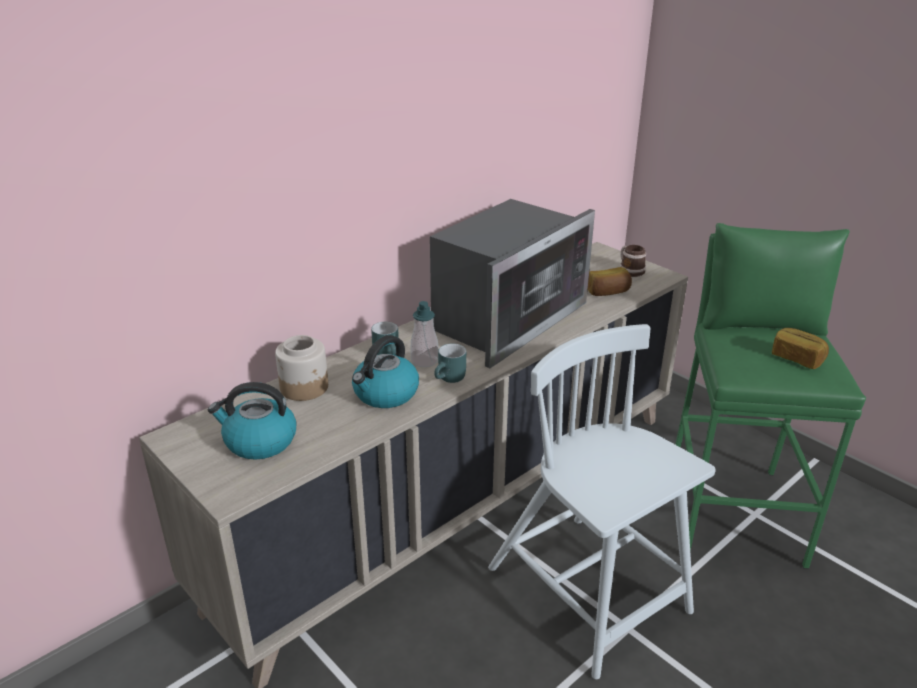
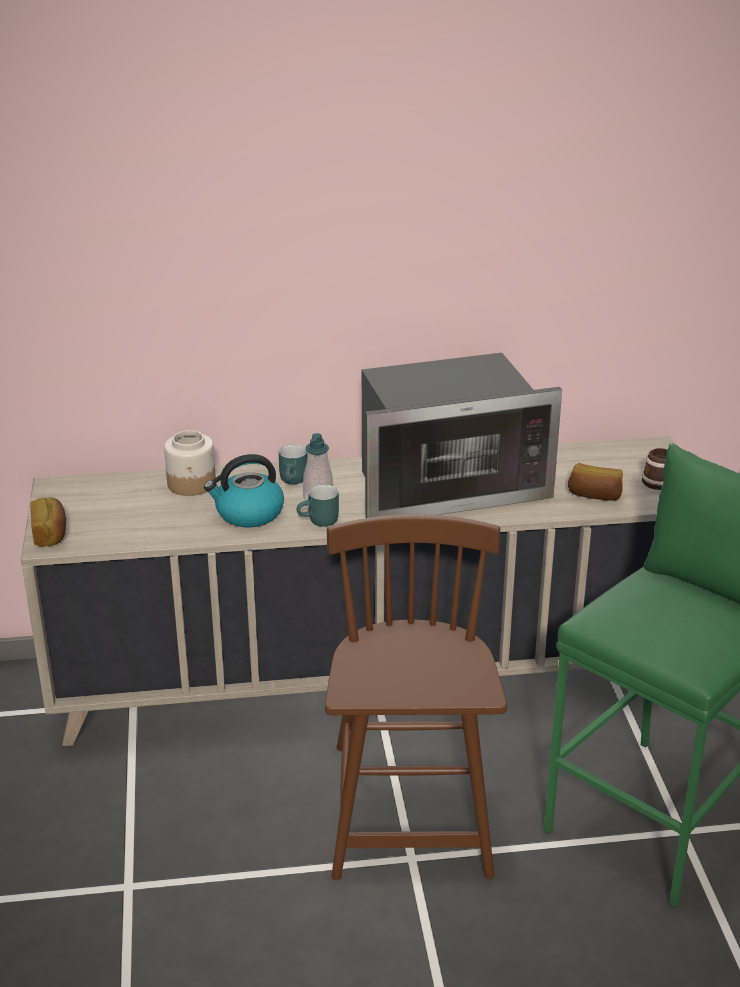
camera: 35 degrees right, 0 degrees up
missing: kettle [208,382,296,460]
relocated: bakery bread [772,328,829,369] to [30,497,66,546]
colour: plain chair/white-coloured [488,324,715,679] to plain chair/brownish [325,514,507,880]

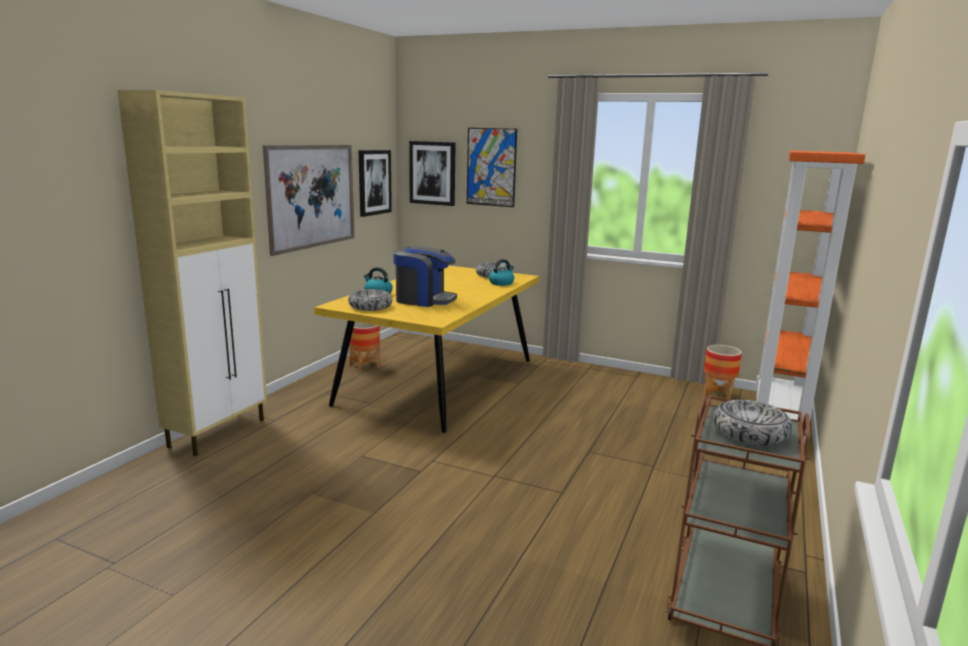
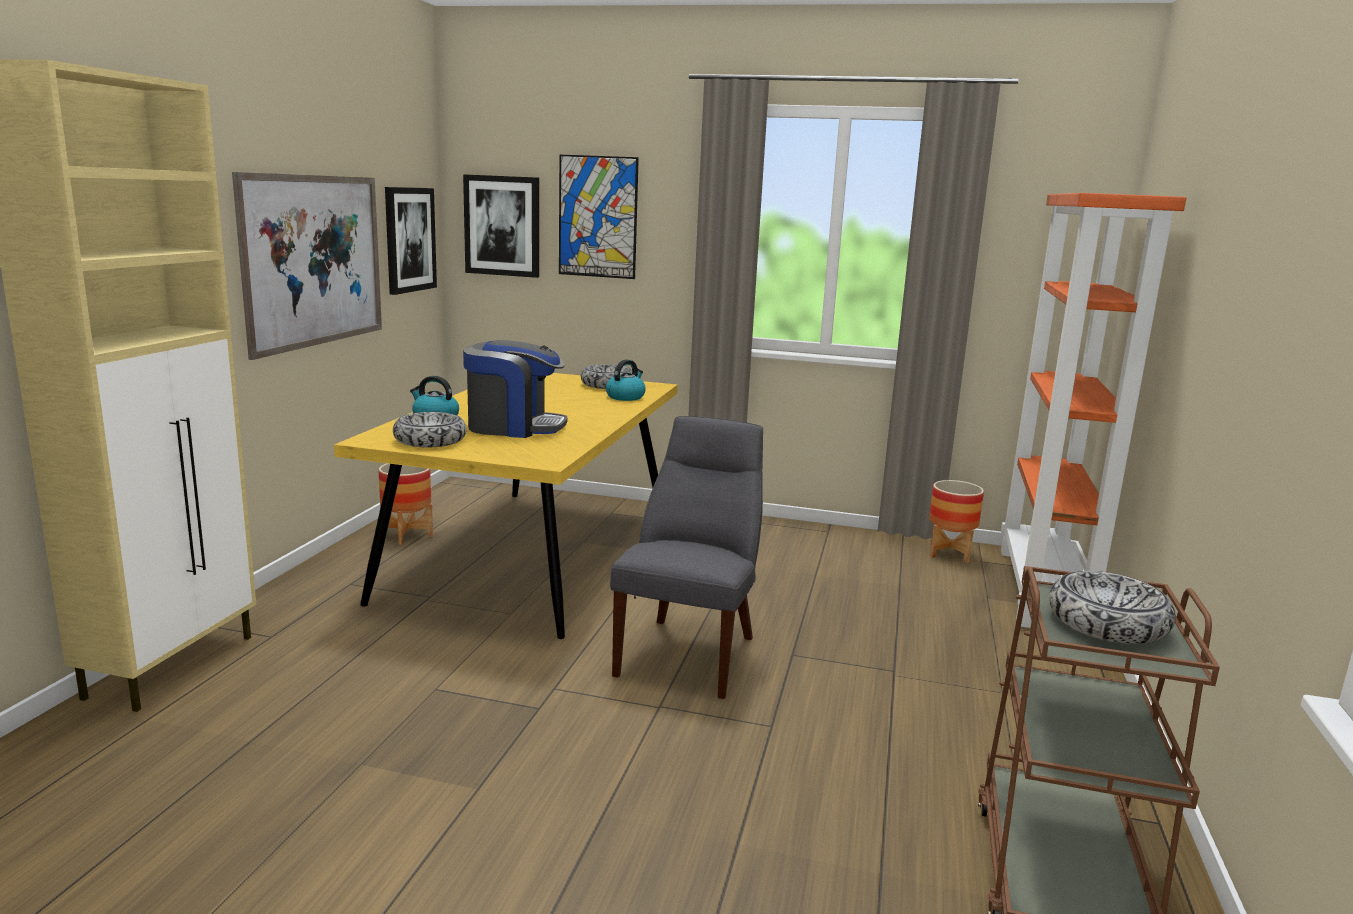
camera: 10 degrees left, 0 degrees up
appeared: plain chair/greyish [610,416,763,699]

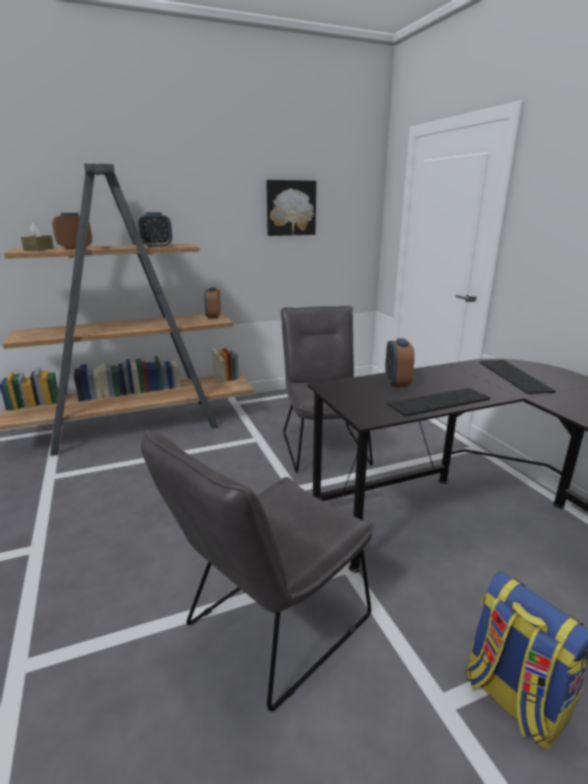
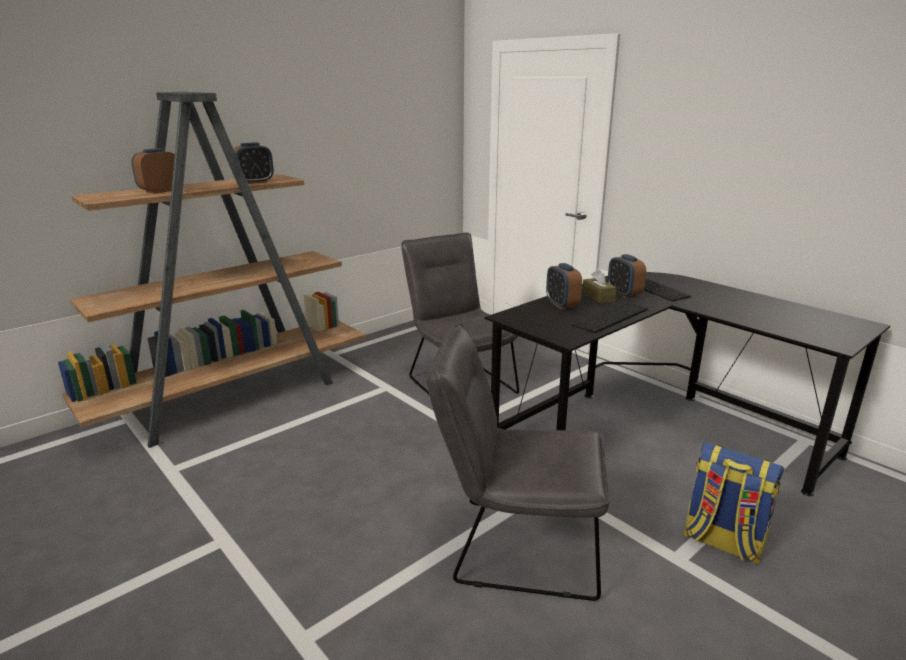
camera: 20 degrees left, 0 degrees up
missing: picture [266,180,316,236]
relocated: tissue holder/brownish [21,223,54,251] to [582,270,617,303]; alarm clock [204,287,221,318] to [608,254,646,298]
spun: plain chair/greyish [141,428,374,711] = [426,324,611,601] 75 degrees clockwise

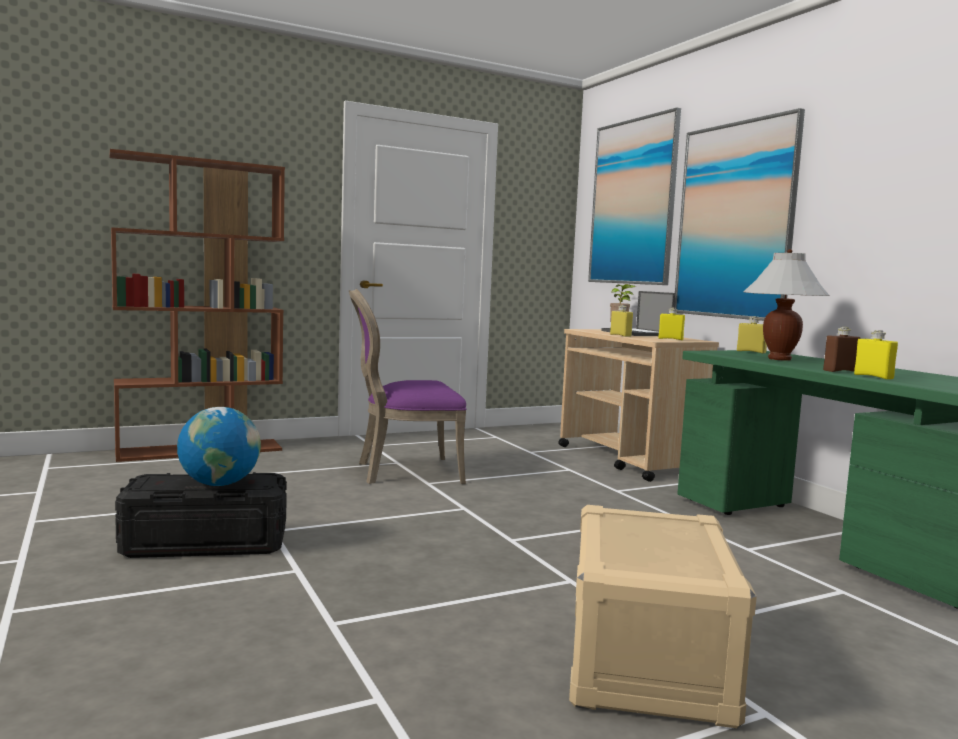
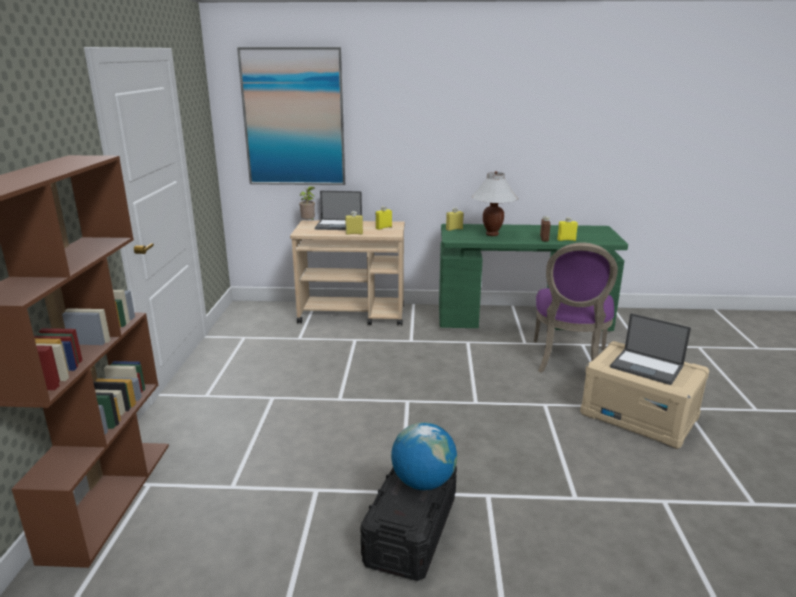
camera: 60 degrees left, 15 degrees up
missing: picture [674,108,805,321]
appeared: notebook computer [610,313,691,385]
relocated: plain chair/purplish [349,289,467,484] to [534,242,618,372]

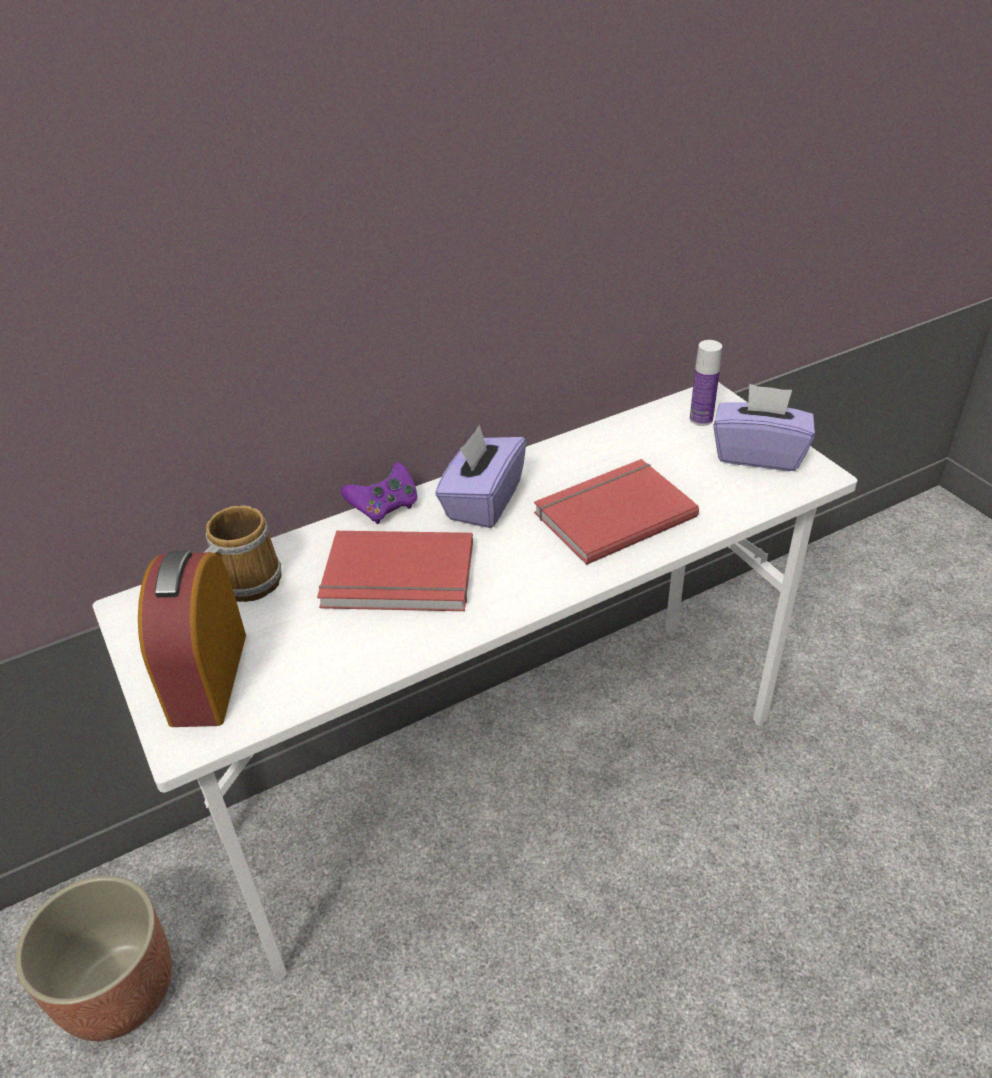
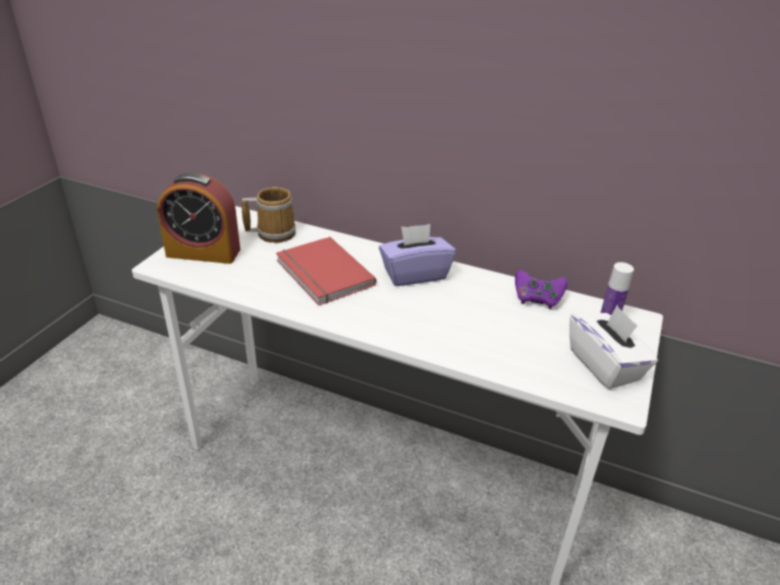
camera: 50 degrees right, 5 degrees down
missing: planter [15,876,172,1041]; bound book/red [534,459,699,565]
relocated: gamepad/purplish [341,462,418,524] to [515,270,567,309]
colour: tissue holder/purplish [713,384,815,471] to tissue holder/white-coloured [569,305,658,389]
spun: alarm clock [138,550,246,727] = [157,173,240,264] 135 degrees counterclockwise

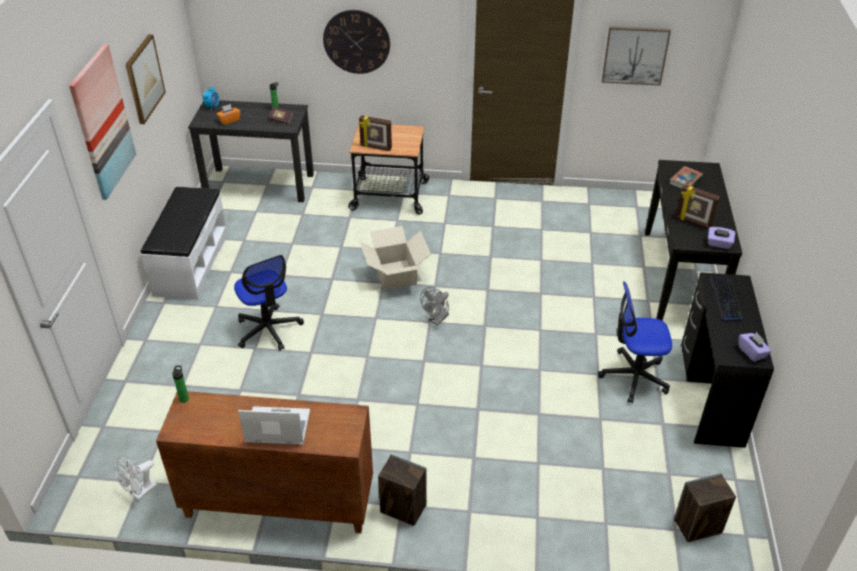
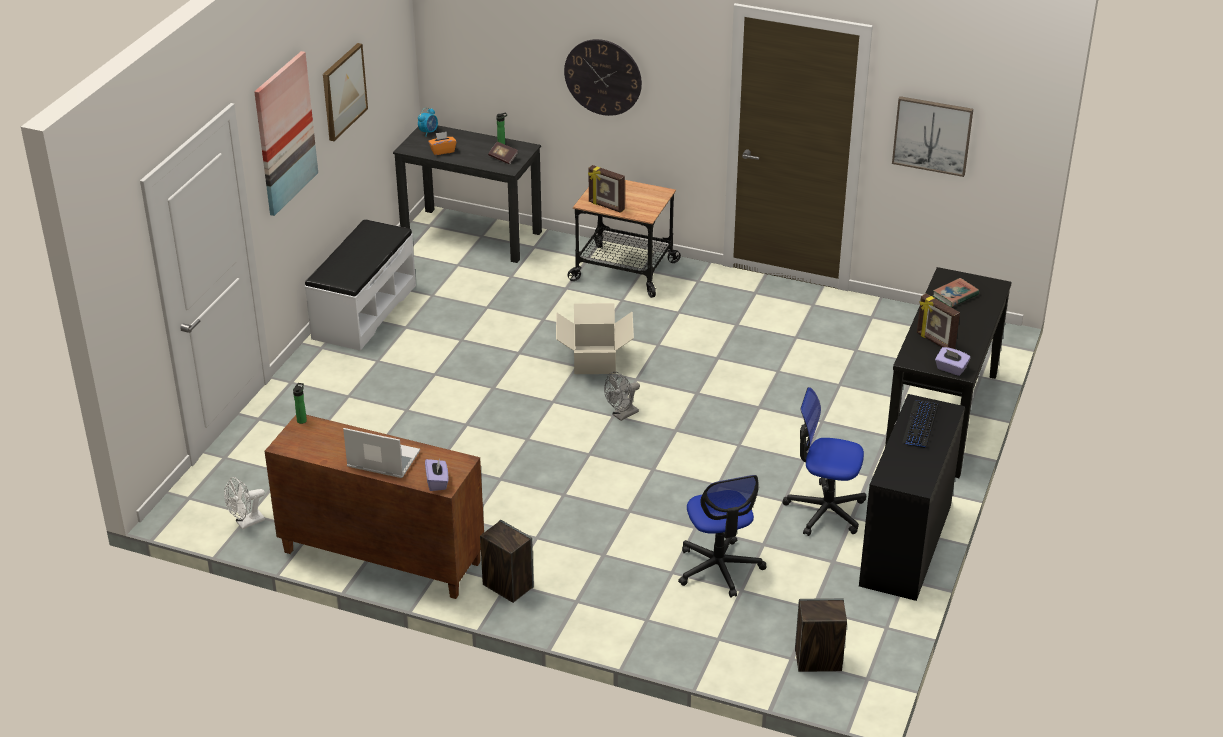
camera: 15 degrees right, 5 degrees down
relocated: computer chair [234,255,304,350] to [678,475,766,597]; tissue holder/purplish [739,331,771,362] to [425,458,448,491]

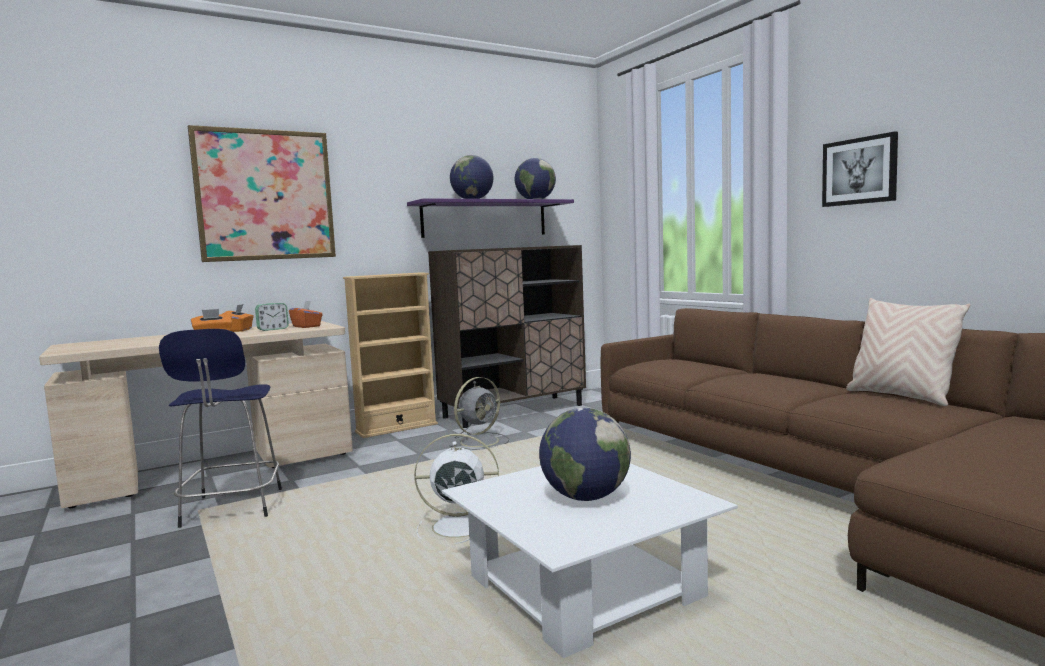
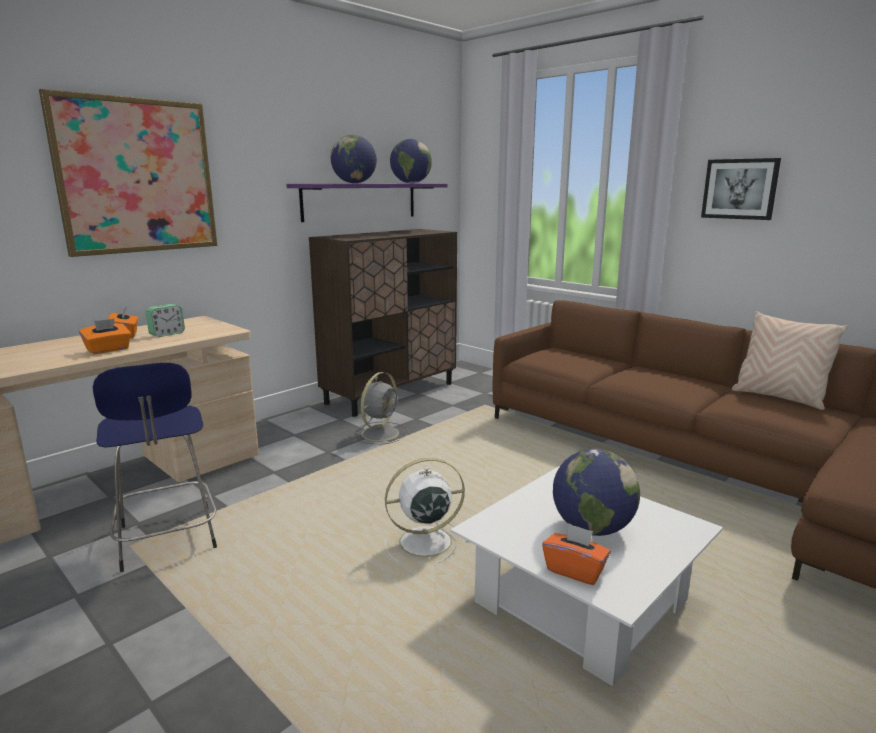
camera: 15 degrees left, 10 degrees up
missing: bookshelf/beige [343,273,438,438]
relocated: tissue holder/orange-coloured [289,301,323,328] to [542,523,611,585]

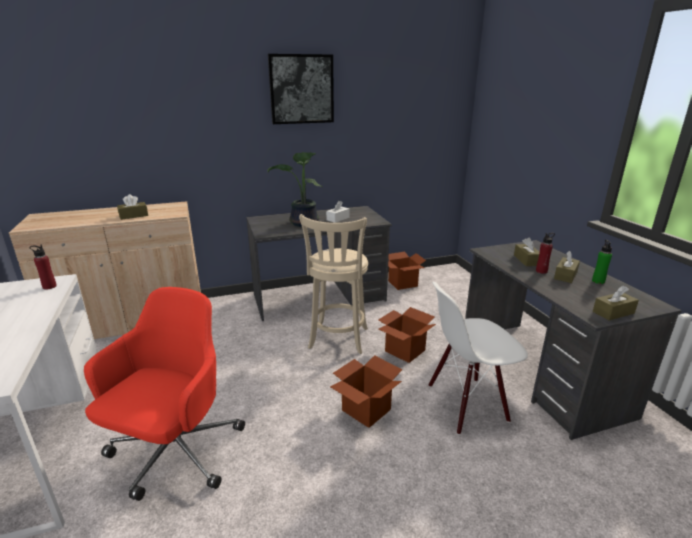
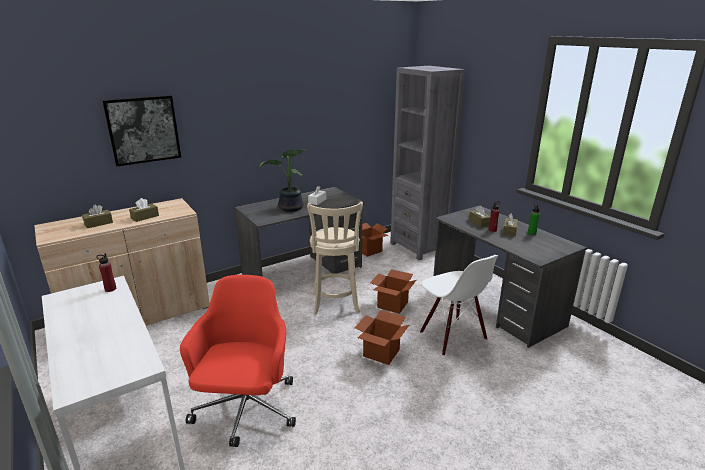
camera: 15 degrees left, 0 degrees up
appeared: bookshelf/greyish [390,66,465,260]
relocated: picture [268,54,334,124] to [102,95,181,167]; tissue holder/brownish [593,286,639,320] to [82,205,113,228]
spun: plain chair/white-coloured [429,282,528,435] = [420,255,498,356] 90 degrees counterclockwise

